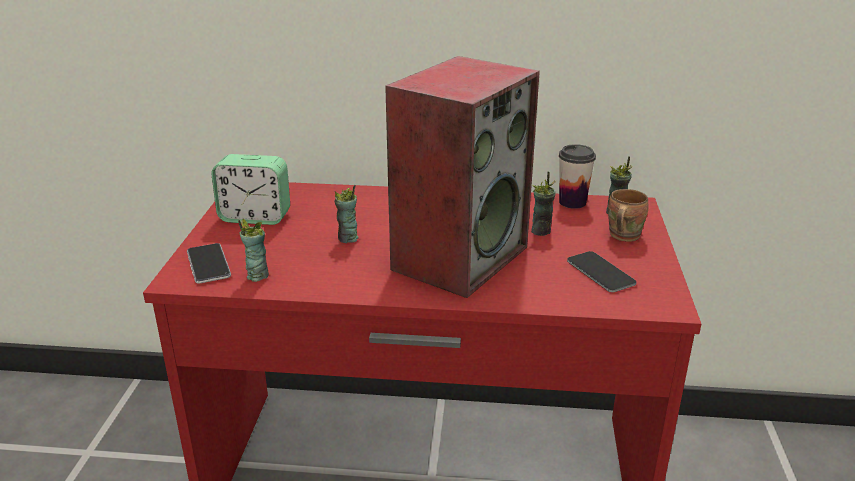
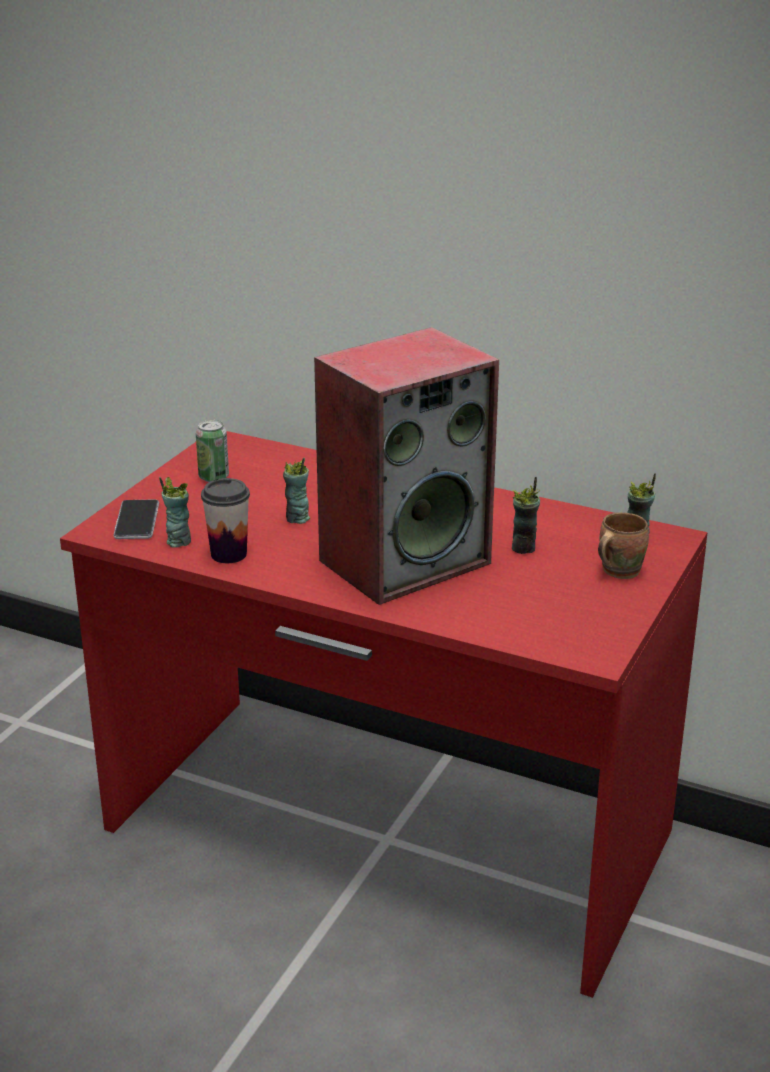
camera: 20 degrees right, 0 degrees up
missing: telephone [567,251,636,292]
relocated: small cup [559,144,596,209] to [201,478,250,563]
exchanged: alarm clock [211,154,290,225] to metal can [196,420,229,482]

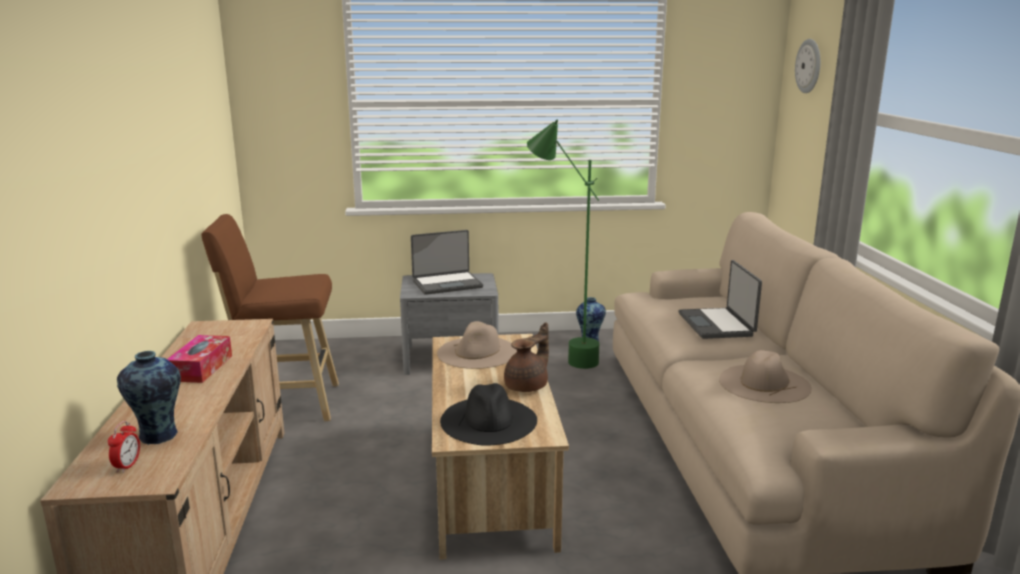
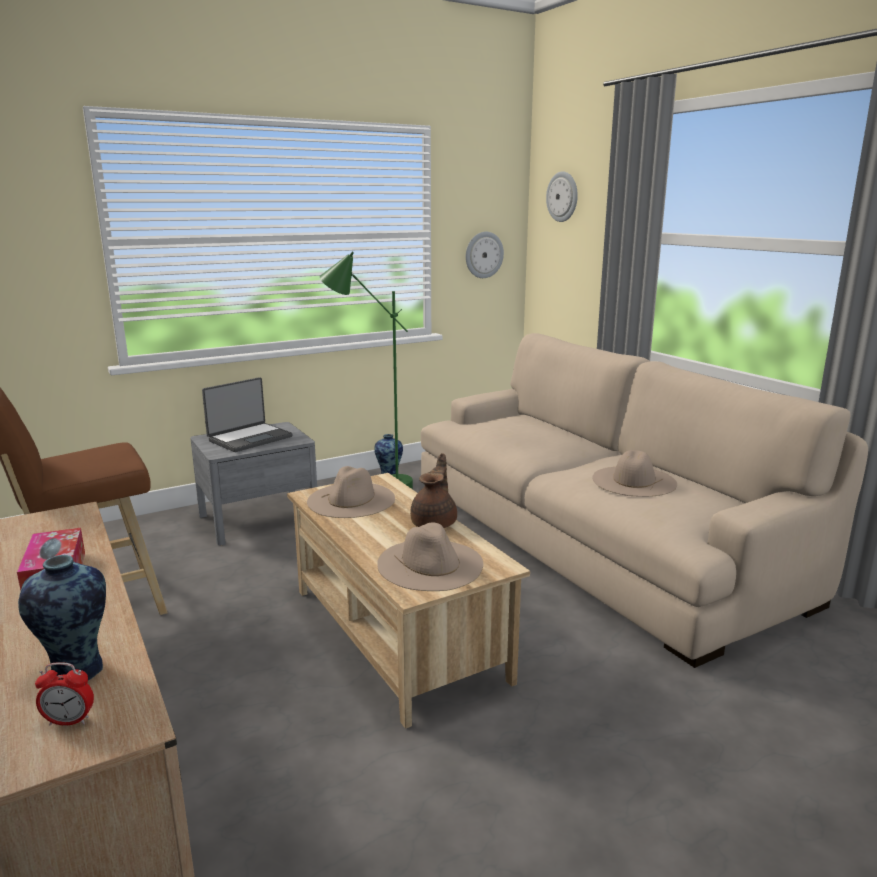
camera: 25 degrees left, 0 degrees up
missing: notebook computer [678,260,762,339]
appeared: hanging clock [466,232,504,278]
colour: wearable hat/black [440,383,537,446] to wearable hat/beige [377,522,483,591]
spun: alarm clock [108,421,140,473] = [35,662,94,726] 105 degrees clockwise

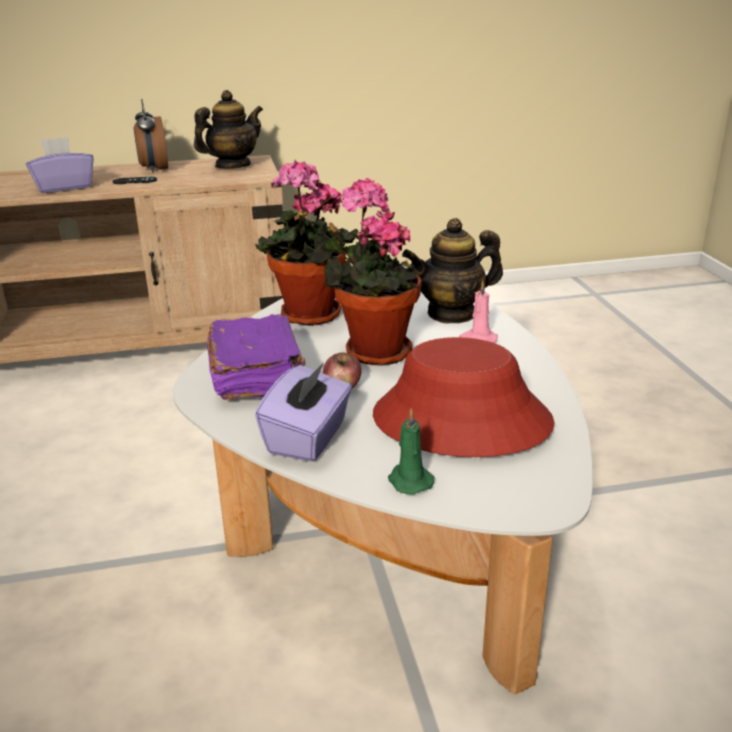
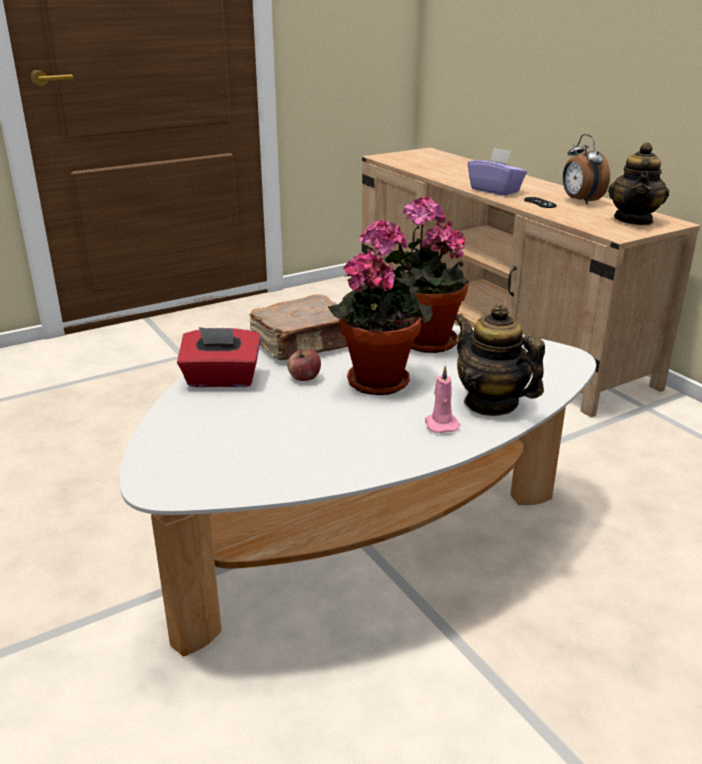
camera: 70 degrees right, 0 degrees up
missing: wearable hat/red [373,337,554,457]; candle/greenish [388,408,435,495]
colour: bound book/purplish [207,314,305,400] to bound book/brownish [249,294,348,360]; tissue holder/purplish [255,362,352,462] to tissue holder/red [177,327,261,387]
spun: alarm clock [133,99,168,173] = [563,134,610,205] 75 degrees counterclockwise; tea pot [194,90,263,169] = [608,142,669,225] 75 degrees clockwise

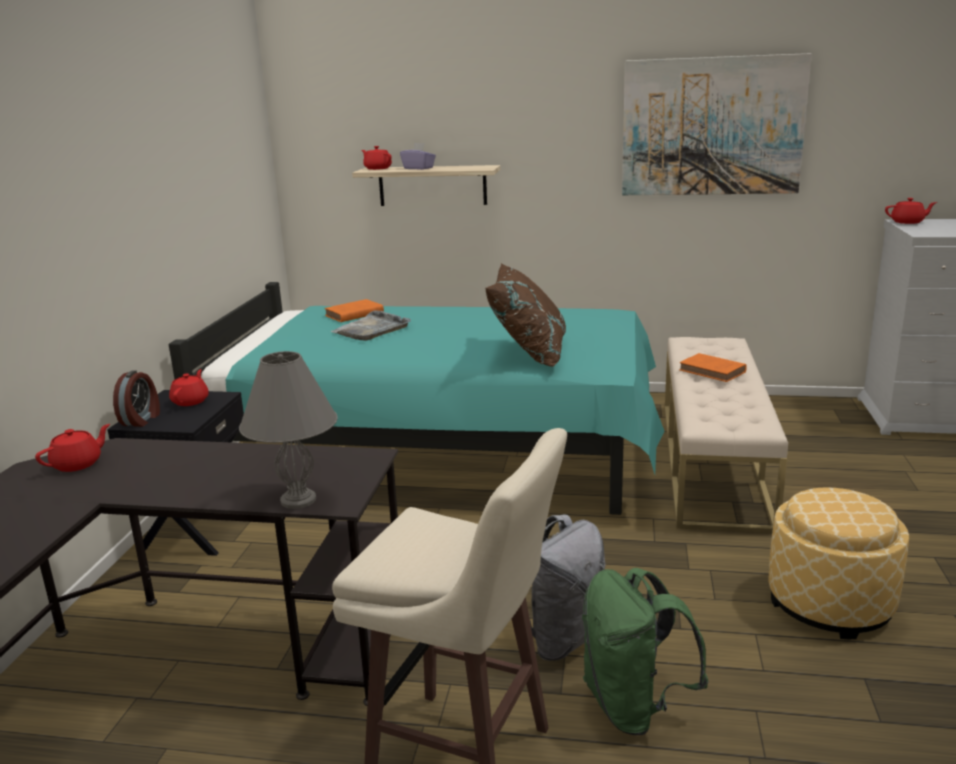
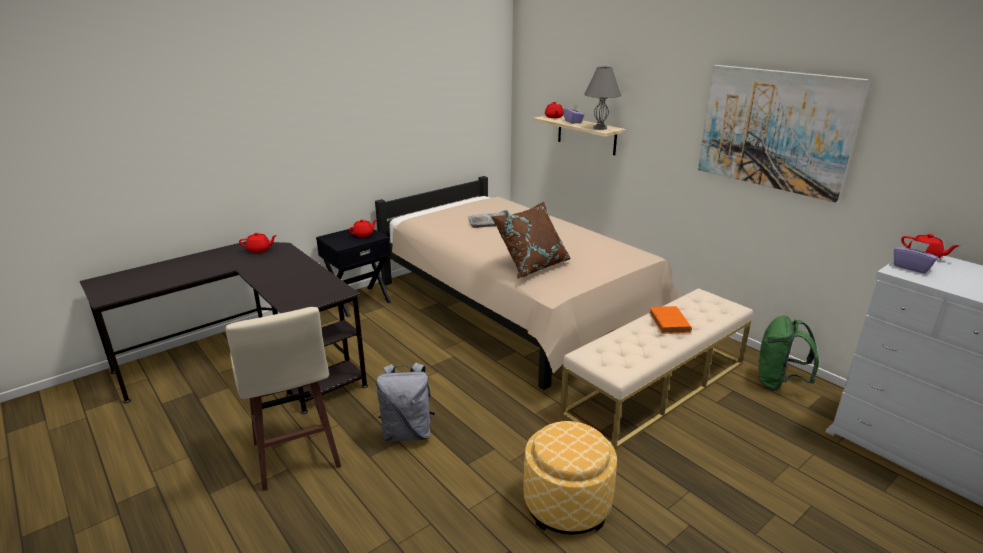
camera: 40 degrees right, 5 degrees up
missing: alarm clock [113,370,160,427]; bound book/orange-coloured [324,299,384,322]
appeared: tissue holder/purplish [894,240,938,274]
relocated: table lamp/greyish [239,351,338,509] to [584,66,621,130]; backpack/greenish [582,568,709,735] to [758,316,819,391]
colour: bed/turquoise-coloured [169,282,664,515] to bed/beige [375,176,678,390]

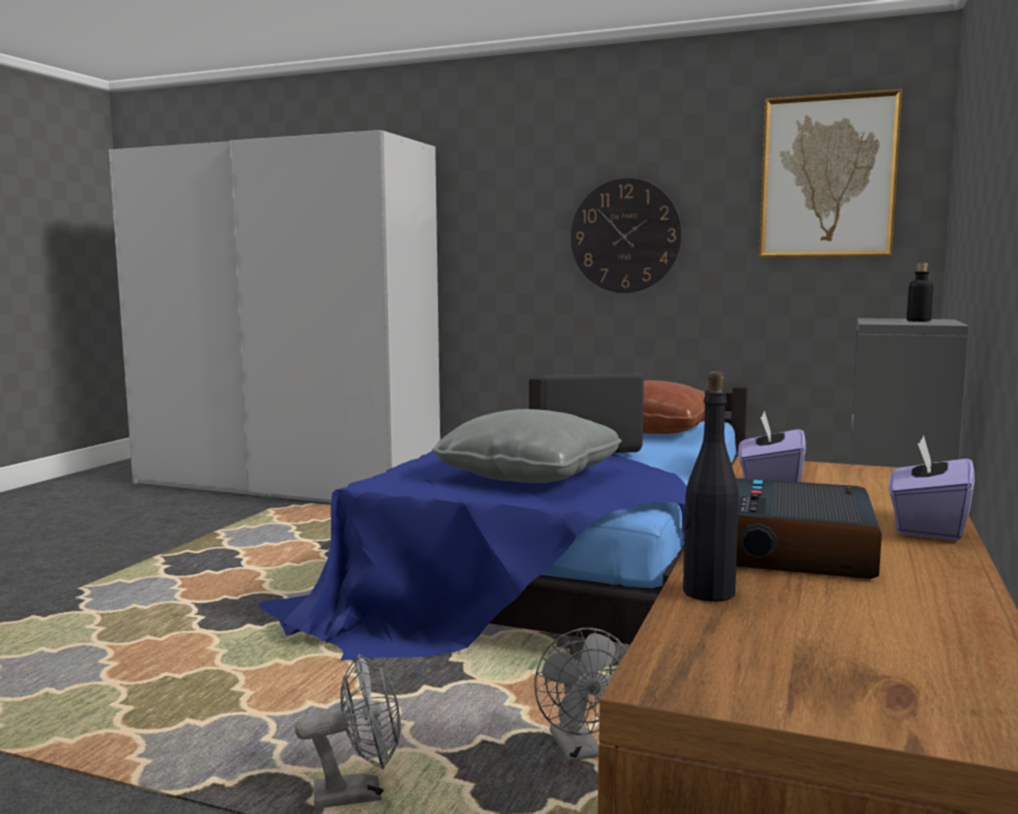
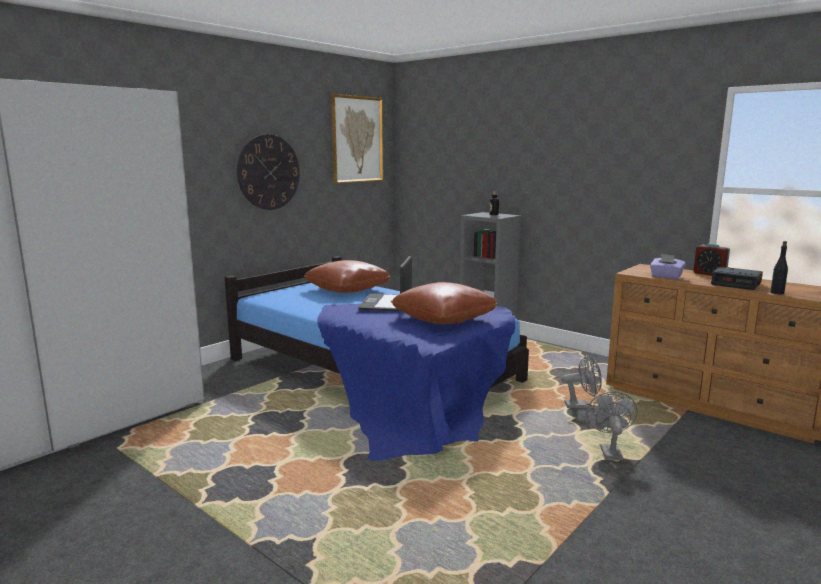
camera: 70 degrees left, 5 degrees up
exchanged: tissue holder/purplish [889,435,974,541] to alarm clock [693,243,730,276]
colour: pillow/greyish [432,409,622,483] to pillow/brownish [391,282,498,324]

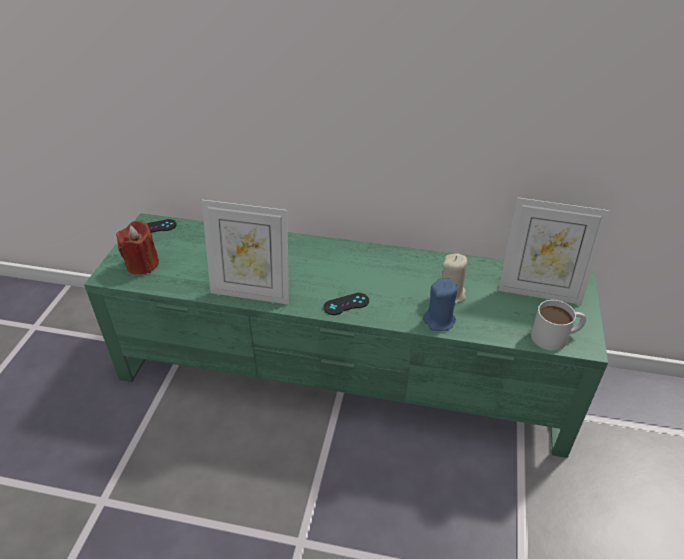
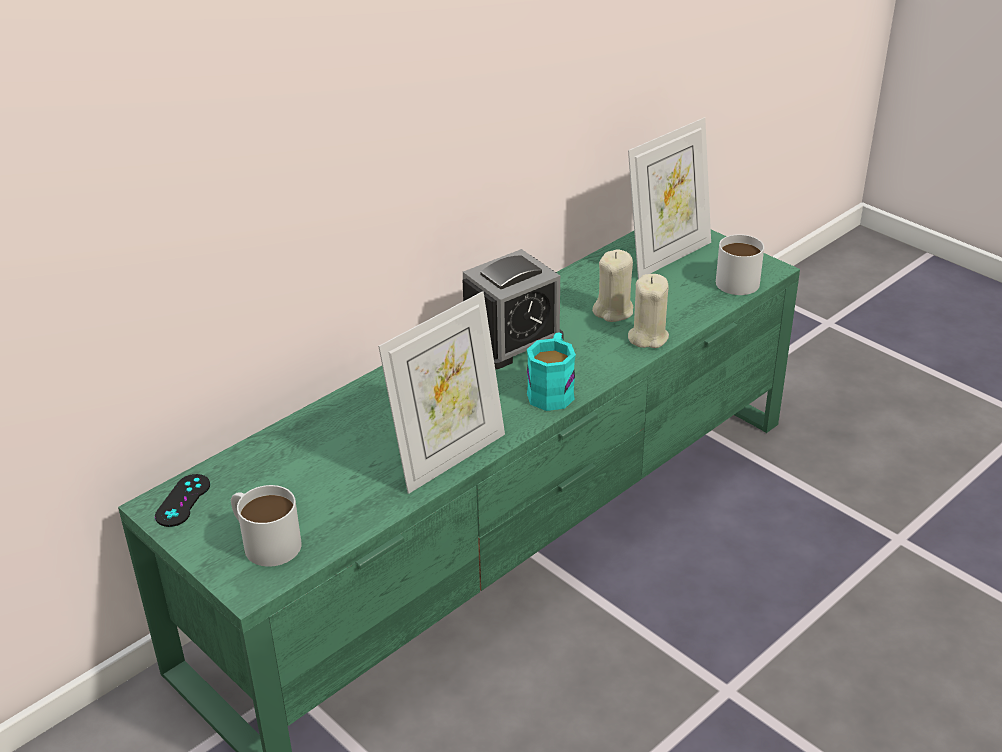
camera: 55 degrees left, 5 degrees down
appeared: alarm clock [462,249,563,369]
exchanged: candle/red [116,221,159,275] to mug/white-coloured [231,485,302,567]; gamepad/black [323,293,369,315] to mug/turquoise-coloured [527,333,576,411]
colour: candle/blue [423,278,457,331] to candle/beige [628,274,669,348]

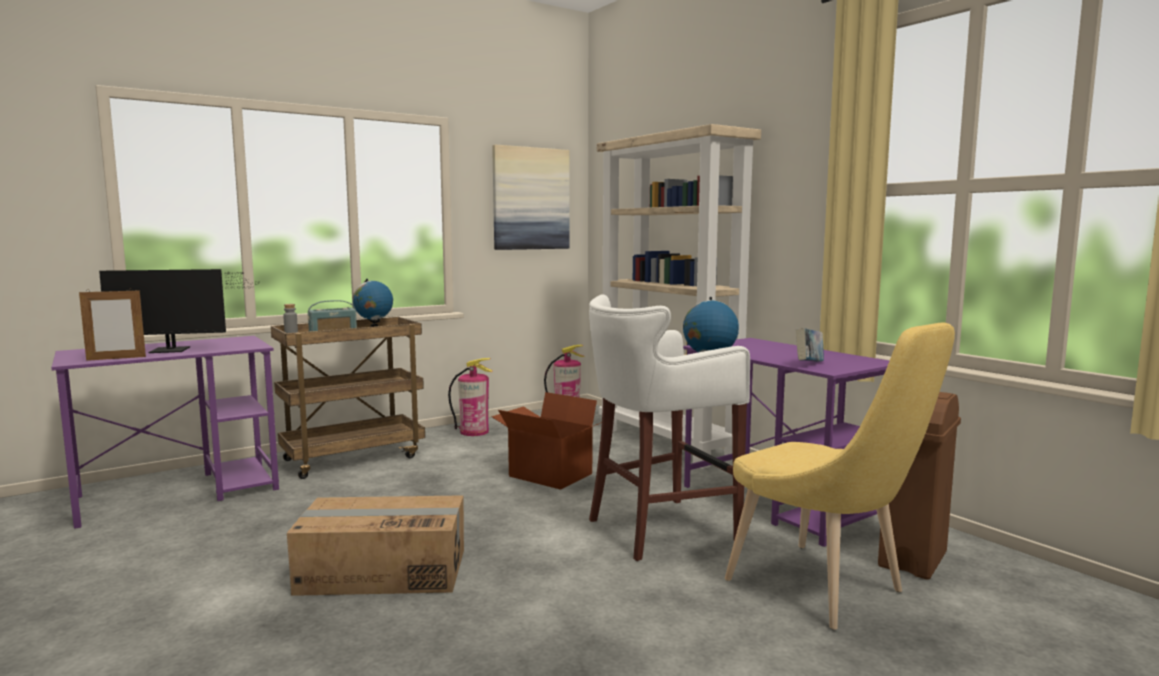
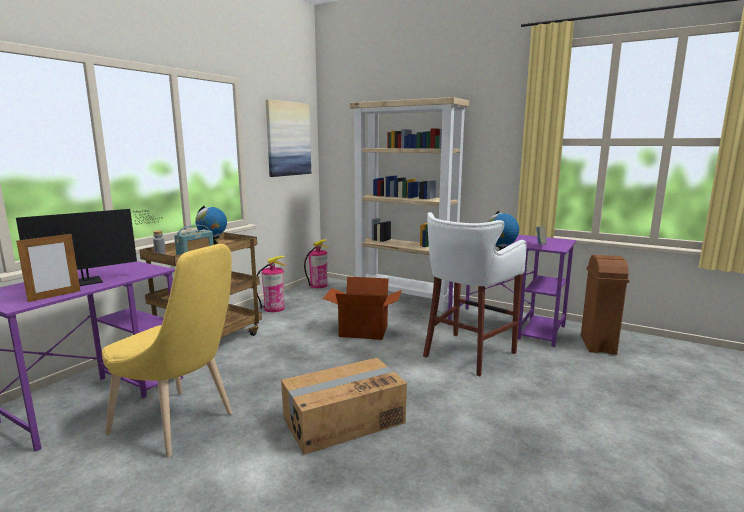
camera: 25 degrees left, 5 degrees up
relocated: plain chair/yellowish [725,322,955,630] to [102,244,232,457]

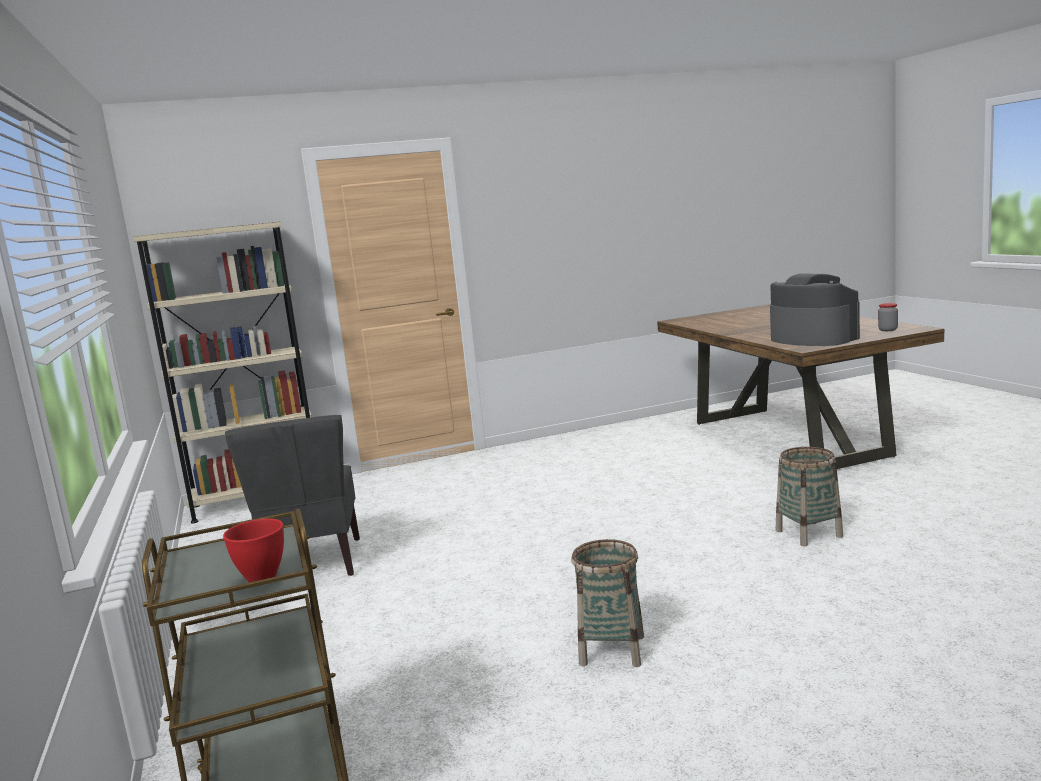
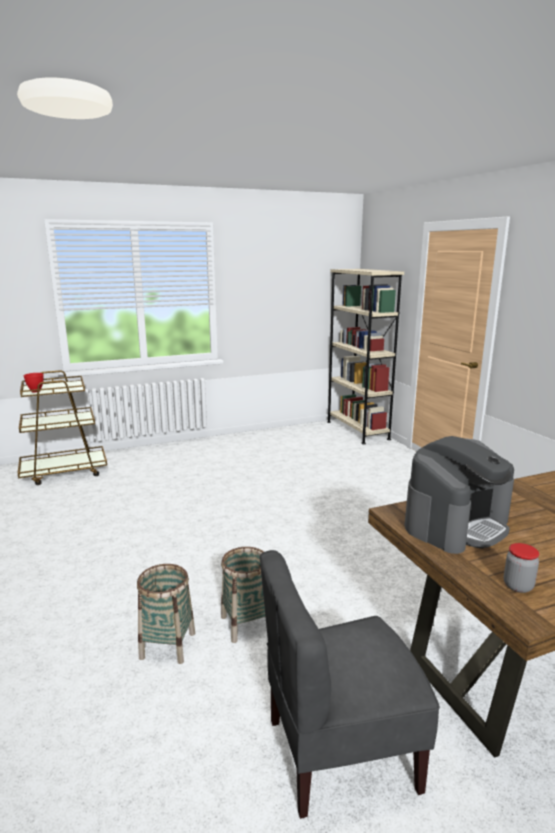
camera: 85 degrees right, 5 degrees up
relocated: plain chair/greyish [225,415,360,576] to [260,550,440,819]; household basket [572,539,644,667] to [137,564,195,664]

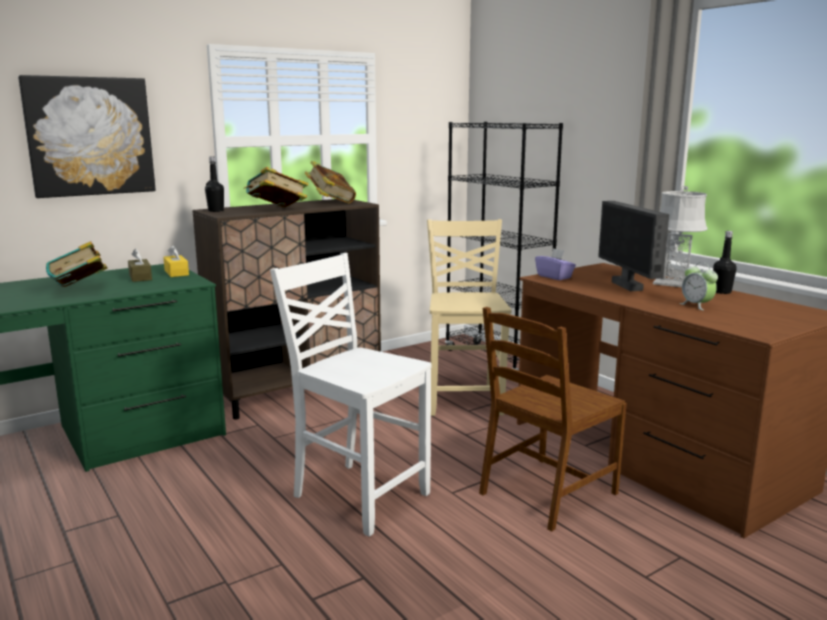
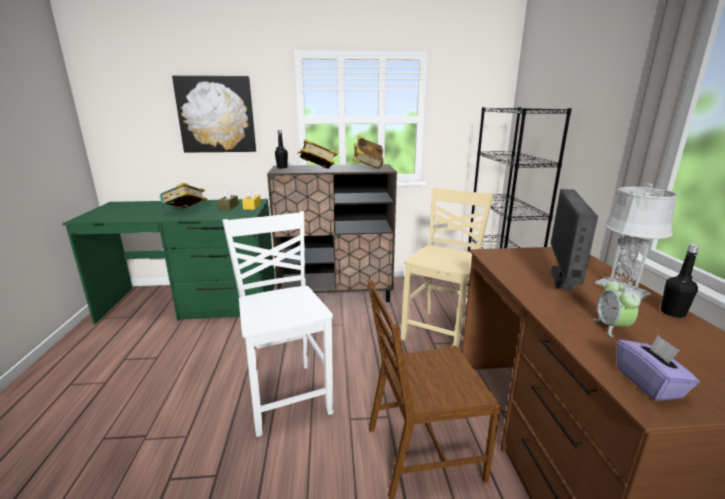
camera: 30 degrees right, 5 degrees up
relocated: tissue holder/purplish [535,248,576,280] to [617,335,700,401]

